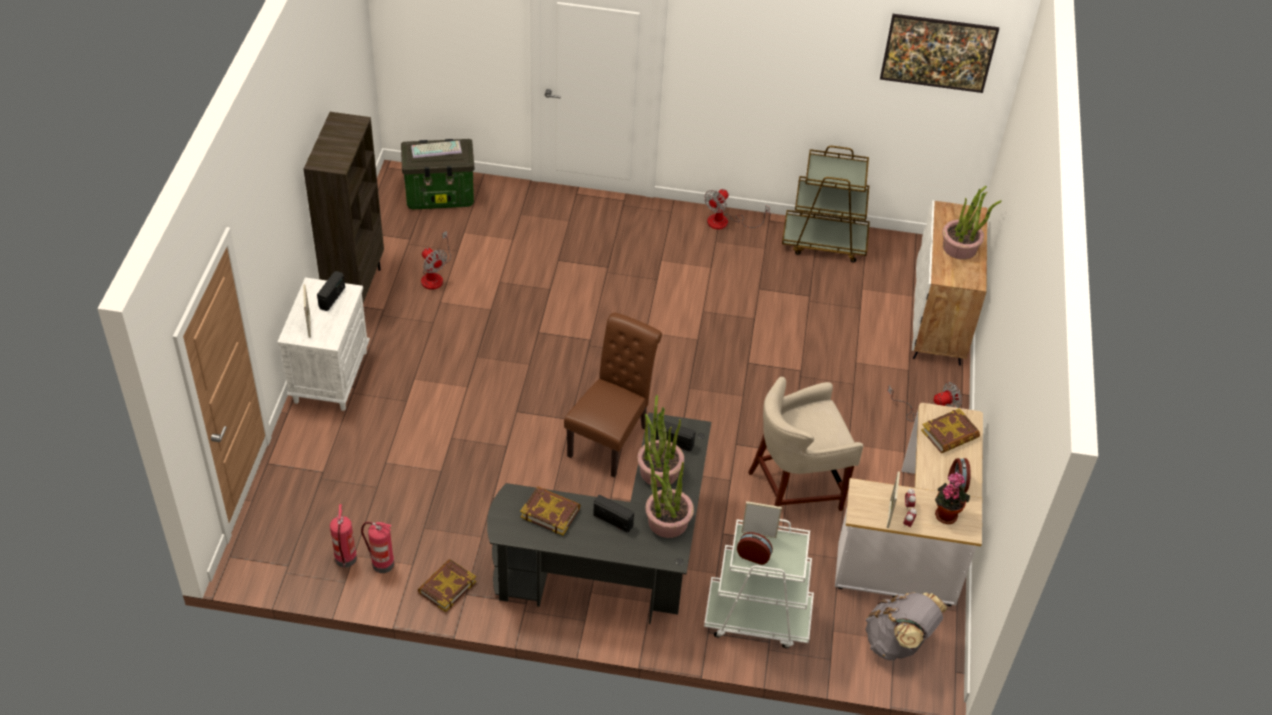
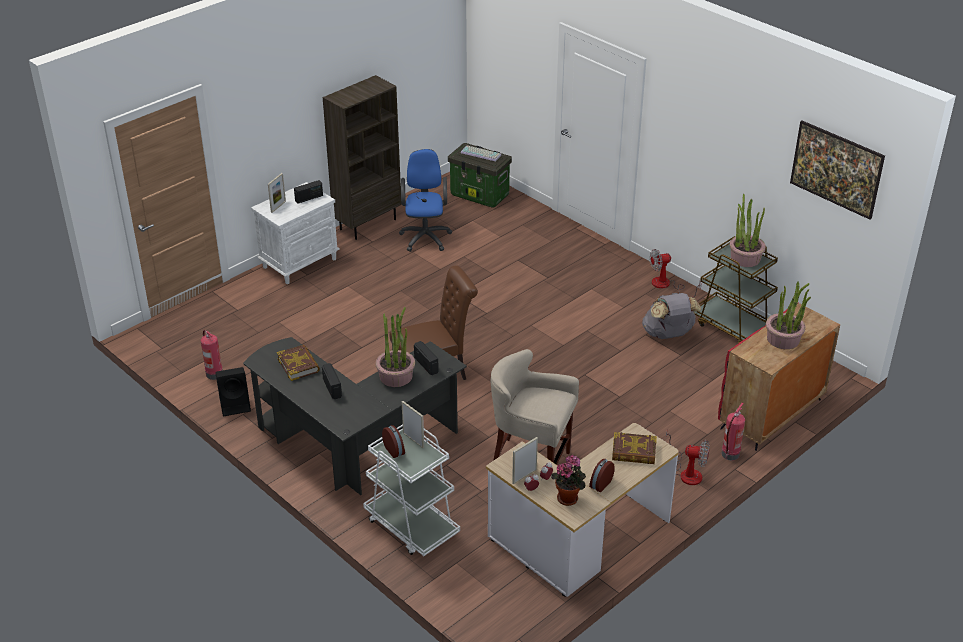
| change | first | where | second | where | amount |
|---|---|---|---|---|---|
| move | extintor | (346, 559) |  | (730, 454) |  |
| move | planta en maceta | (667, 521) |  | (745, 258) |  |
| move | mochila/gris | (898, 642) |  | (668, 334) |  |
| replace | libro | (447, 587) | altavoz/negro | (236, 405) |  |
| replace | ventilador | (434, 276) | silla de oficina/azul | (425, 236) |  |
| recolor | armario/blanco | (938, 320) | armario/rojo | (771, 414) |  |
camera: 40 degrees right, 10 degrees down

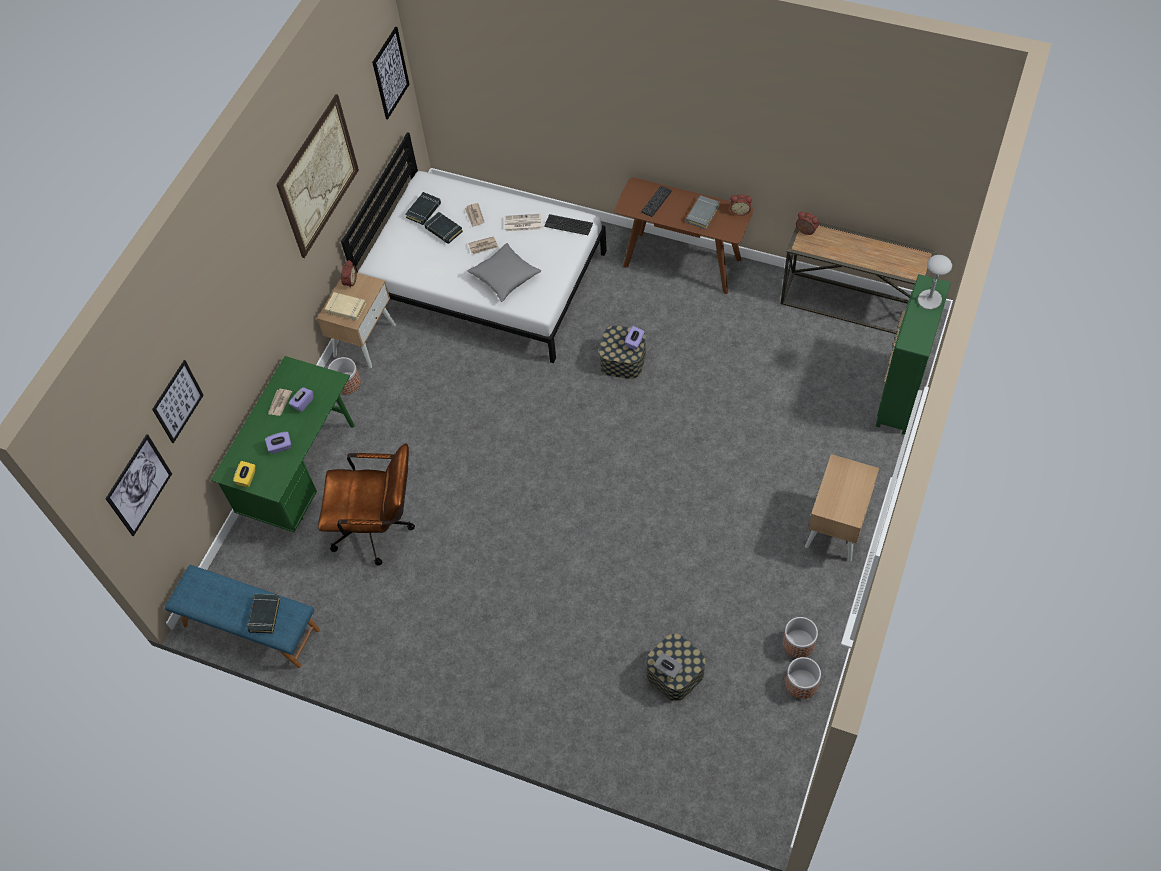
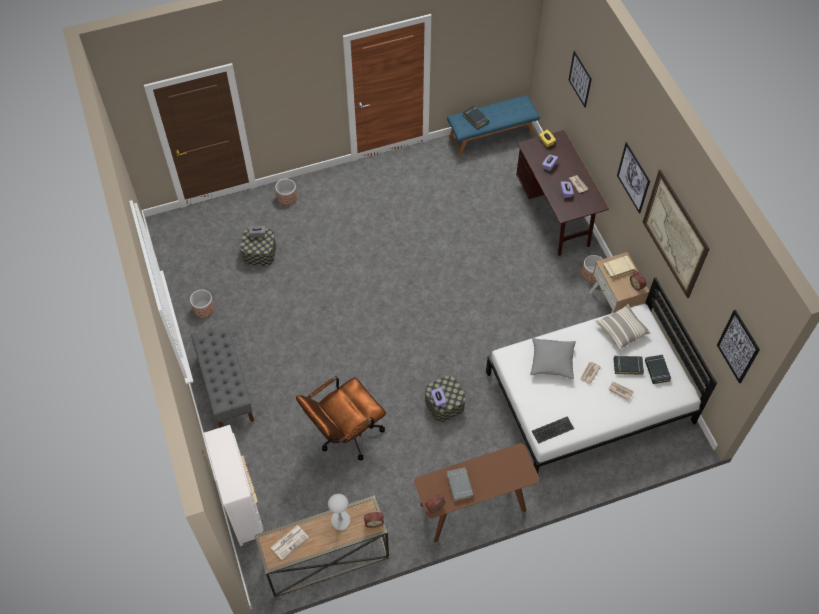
| change | first | where | second | where | amount |
|---|---|---|---|---|---|
| delete | teclado | (656, 201) |  |  |  |
| insert |  |  | cojín | (622, 330) |  |
| move | cuadro | (139, 485) |  | (633, 178) |  |
| move | silla de oficina/marrón | (379, 529) |  | (344, 434) |  |
| move | periódico | (522, 223) |  | (289, 542) |  |
| move | maceta | (801, 684) |  | (287, 197) |  |
| move | lámpara de mesa/gris | (929, 300) |  | (340, 520) |  |
| replace | mesita de noche/beis | (836, 527) | banco/gris | (226, 387) |  |
| recolor | escritorio/verde | (302, 473) | escritorio/marrón | (554, 214) |  |
| recolor | cómoda/verde | (900, 395) | cómoda/blanco | (242, 507) |  |
camera: 135 degrees right, 0 degrees up

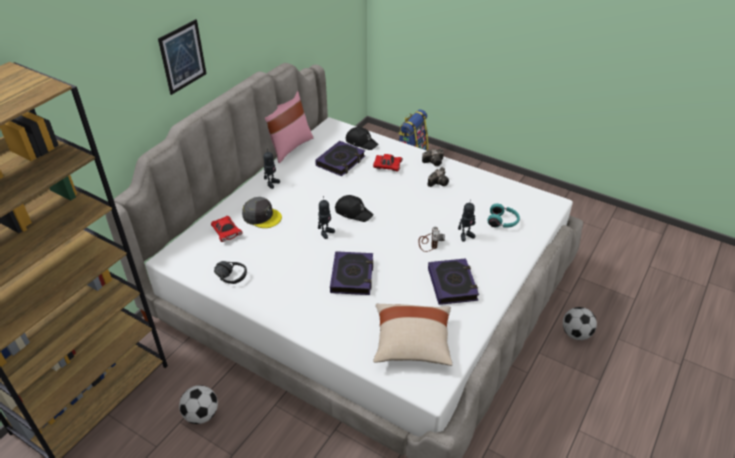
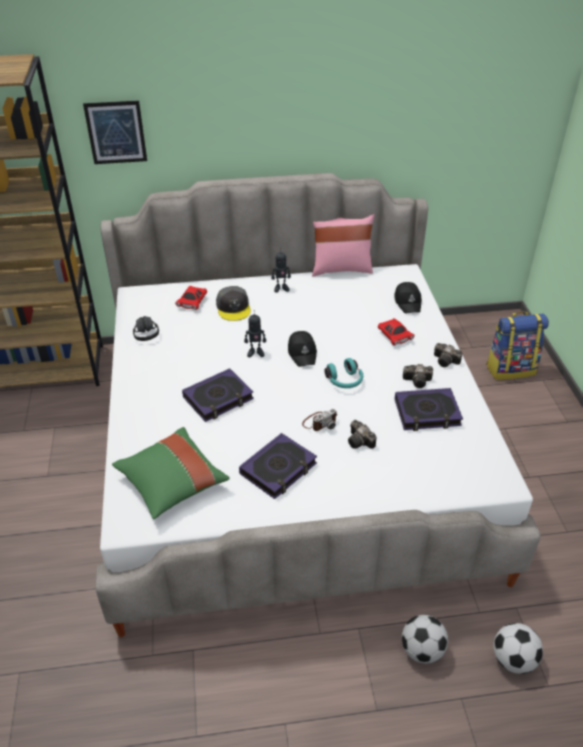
| change | first | where | second | where | amount |
|---|---|---|---|---|---|
| move | cuadro | (182, 57) |  | (116, 132) |  |
| move | balón de fútbol | (201, 415) |  | (513, 659) |  |
| move | libro | (341, 161) |  | (427, 413) |  |
| move | auriculares/turquesa | (503, 222) |  | (345, 381) |  |
| replace | robot de juguete | (465, 236) | cámara | (360, 442) |  |
| recolor | cojín/beis | (412, 343) | cojín/verde | (172, 482) |  |
camera: 50 degrees right, 0 degrees up

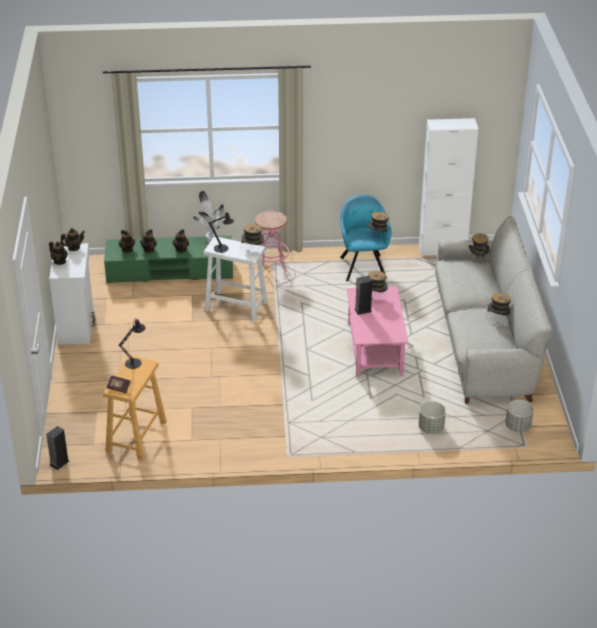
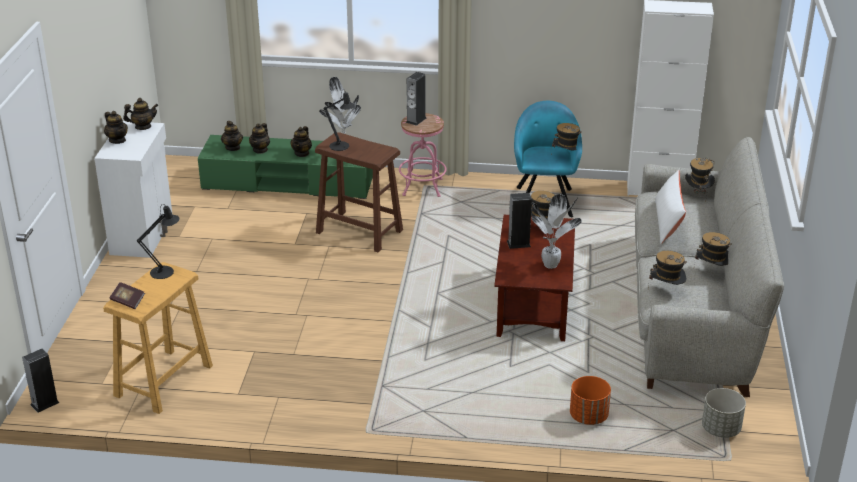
| change | first | where | second | where | amount |
|---|---|---|---|---|---|
| insert |  |  | altavoz | (416, 120) |  |
| insert |  |  | planta en maceta | (552, 265) |  |
| insert |  |  | cojín/blanco | (667, 222) |  |
| move | sombrero | (253, 249) |  | (666, 290) |  |
| recolor | taburete/blanco | (235, 306) | taburete/marrón | (359, 231) |  |
| recolor | mesa de centro/rosa | (375, 349) | mesa de centro/marrón | (534, 303) |  |
| recolor | maceta/gris | (431, 428) | maceta/naranja | (589, 416) |  |
camera: 10 degrees right, 5 degrees down

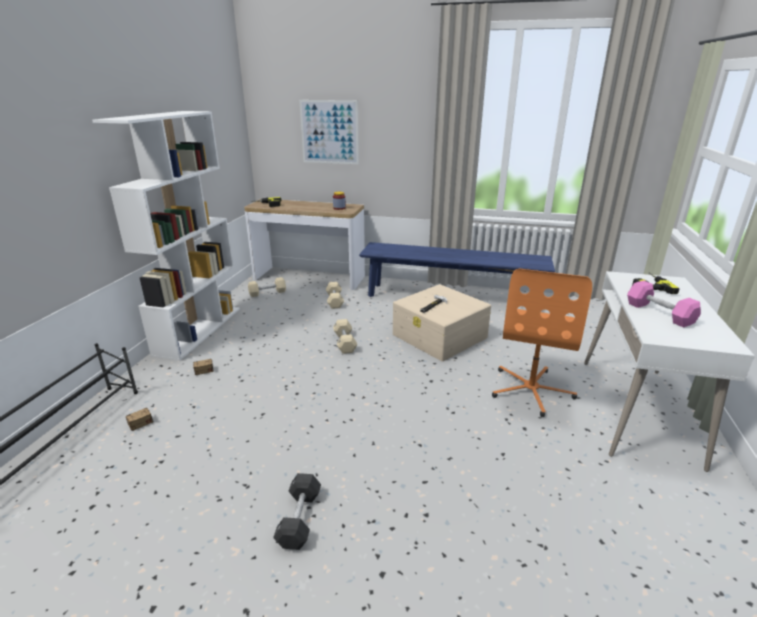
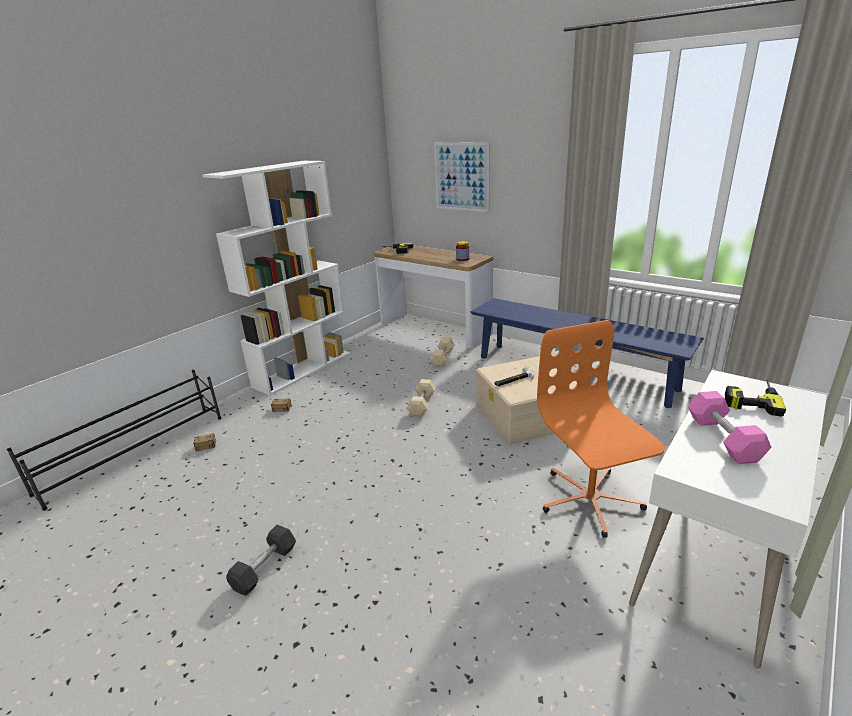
| change | first | where | second | where | amount |
|---|---|---|---|---|---|
| delete | mancuerna/beis | (267, 293) |  |  |  |
| rotate | silla de oficina/naranja | (531, 390) |  | (589, 500) | 120 degrees clockwise |
camera: 25 degrees right, 0 degrees up

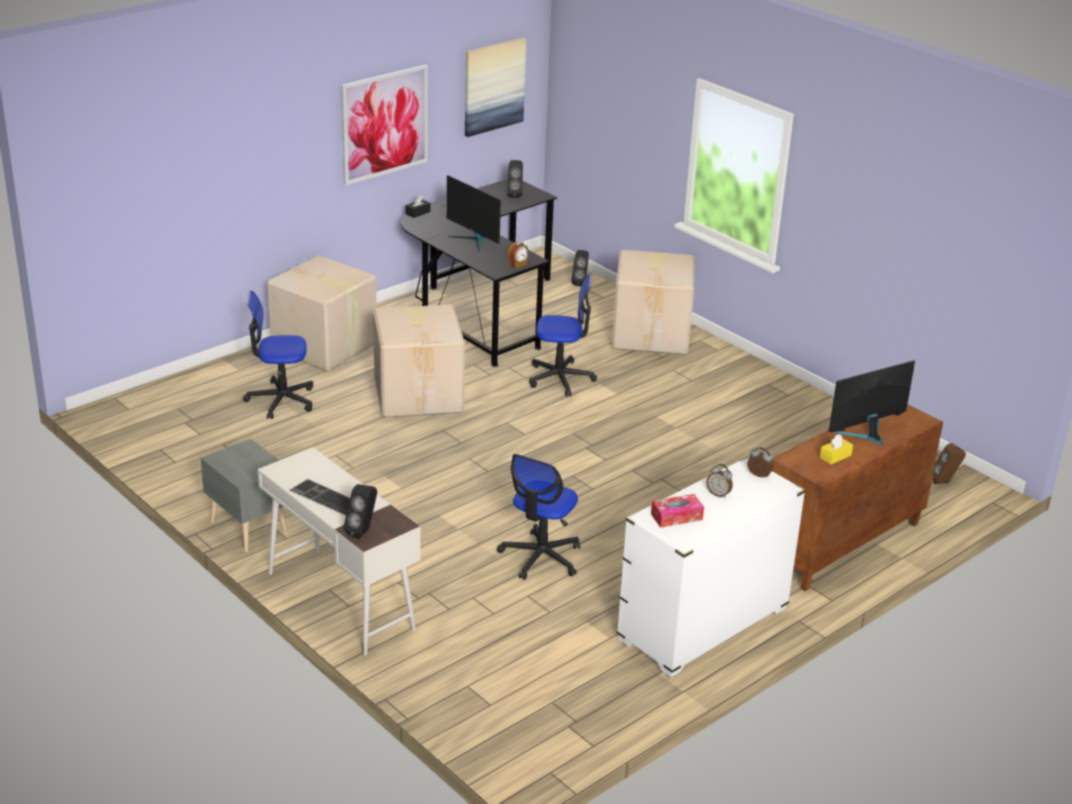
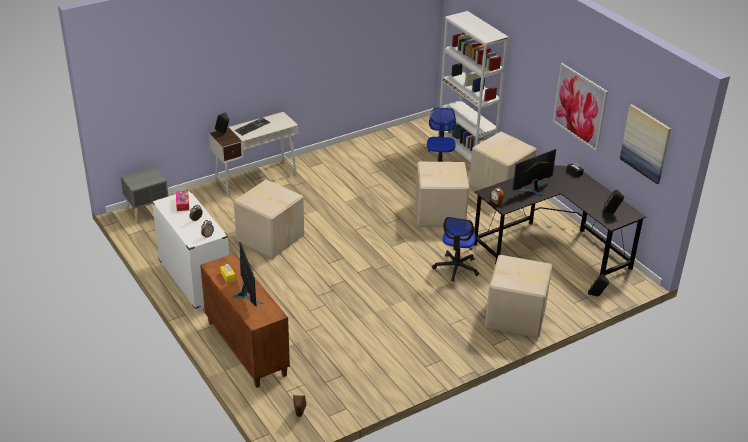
| change | first | where | second | where | amount |
|---|---|---|---|---|---|
| insert |  |  | estantería/blanco | (466, 150) |  |
| move | mesita de noche/gris | (249, 527) |  | (148, 211) |  |
| replace | silla de oficina | (541, 557) | caja de cartón | (270, 237) |  |
camera: 100 degrees right, 5 degrees up

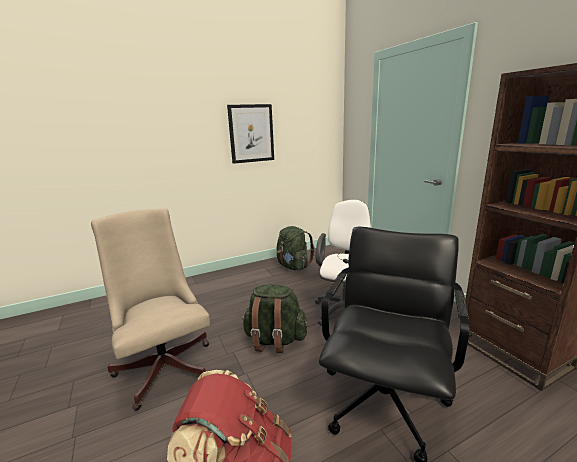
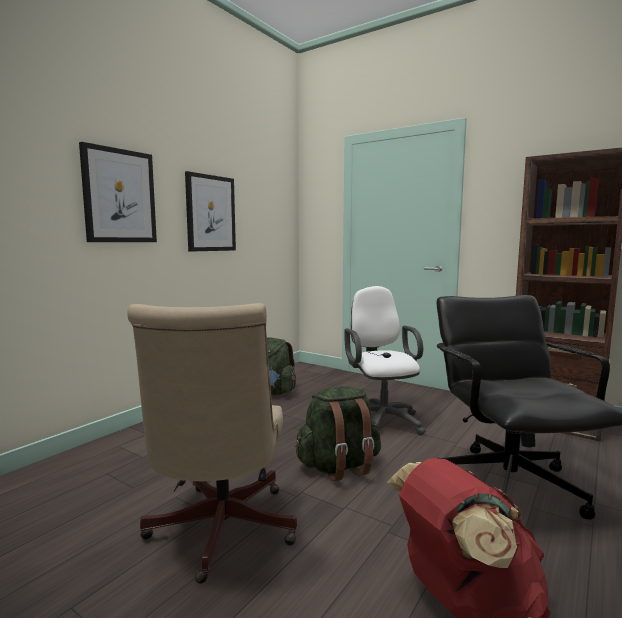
| change | first | where | second | where | amount |
|---|---|---|---|---|---|
| insert |  |  | cuadro | (119, 196) |  |
| rotate | silla de oficina/beis | (165, 364) |  | (219, 533) | 120 degrees counterclockwise |
camera: 30 degrees left, 10 degrees down

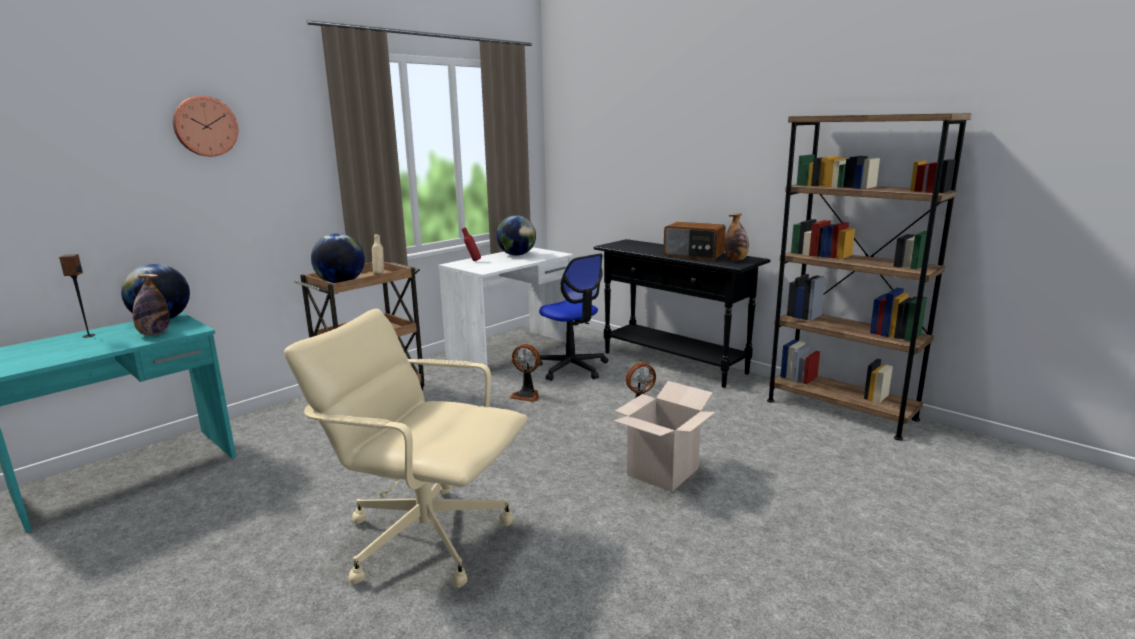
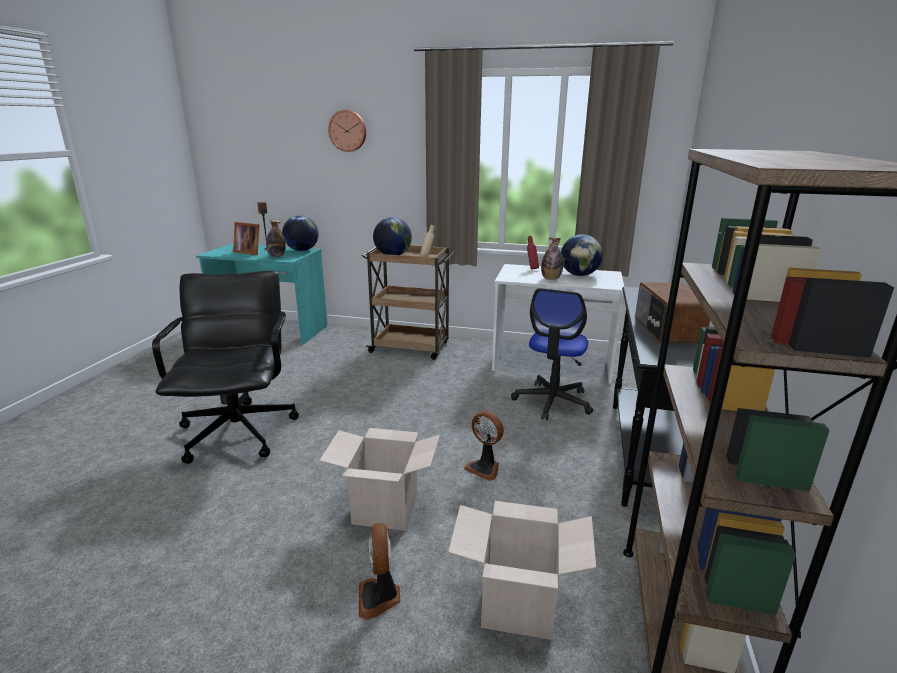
| change | first | where | second | where | amount |
|---|---|---|---|---|---|
| insert |  |  | portarretratos | (249, 252) |  |
| insert |  |  | caja de cartón | (518, 605) |  |
| move | ventilador | (526, 395) |  | (379, 597) |  |
| move | botella | (735, 260) |  | (551, 279) |  |
| recolor | silla de oficina/beis | (425, 536) | silla de oficina/negro | (239, 431) |  |
camera: 60 degrees right, 5 degrees up

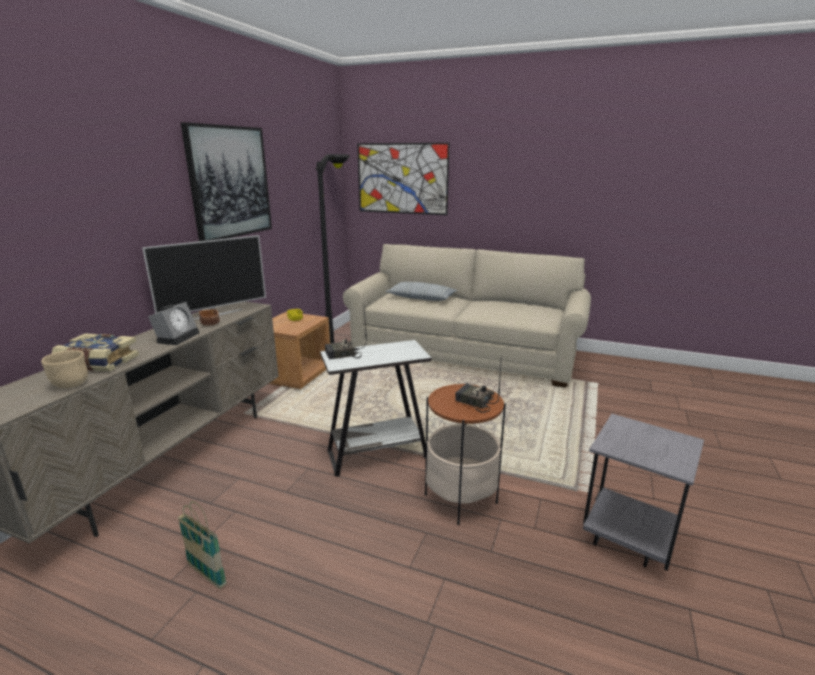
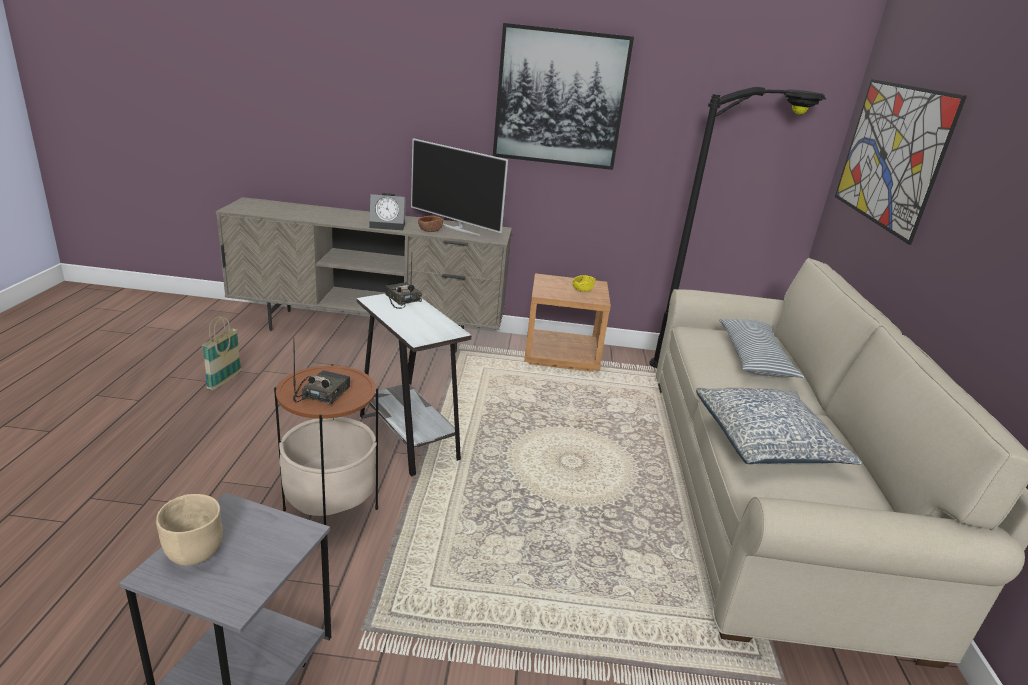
| change | first | where | second | where | amount |
|---|---|---|---|---|---|
| delete | libro | (98, 363) |  |  |  |
| insert |  |  | cojín | (767, 442) |  |
| move | cuenco/beis | (70, 385) |  | (193, 552) |  |
camera: 70 degrees right, 5 degrees up

